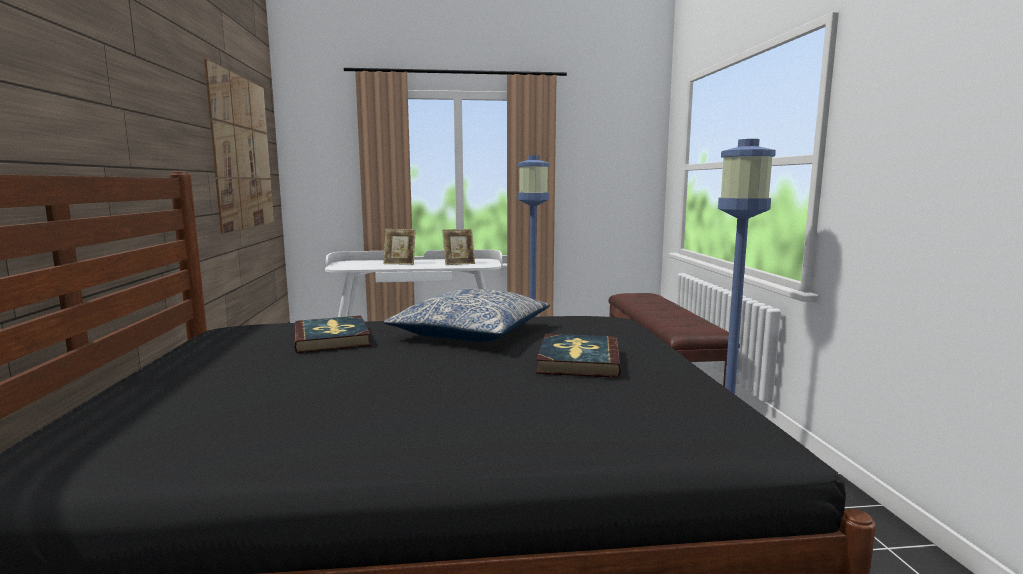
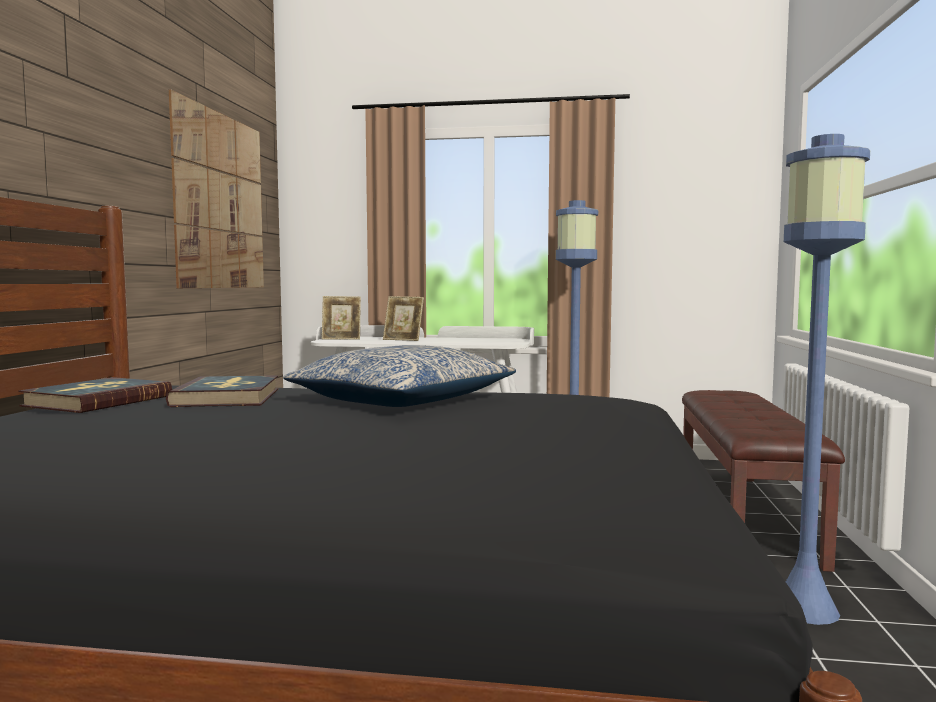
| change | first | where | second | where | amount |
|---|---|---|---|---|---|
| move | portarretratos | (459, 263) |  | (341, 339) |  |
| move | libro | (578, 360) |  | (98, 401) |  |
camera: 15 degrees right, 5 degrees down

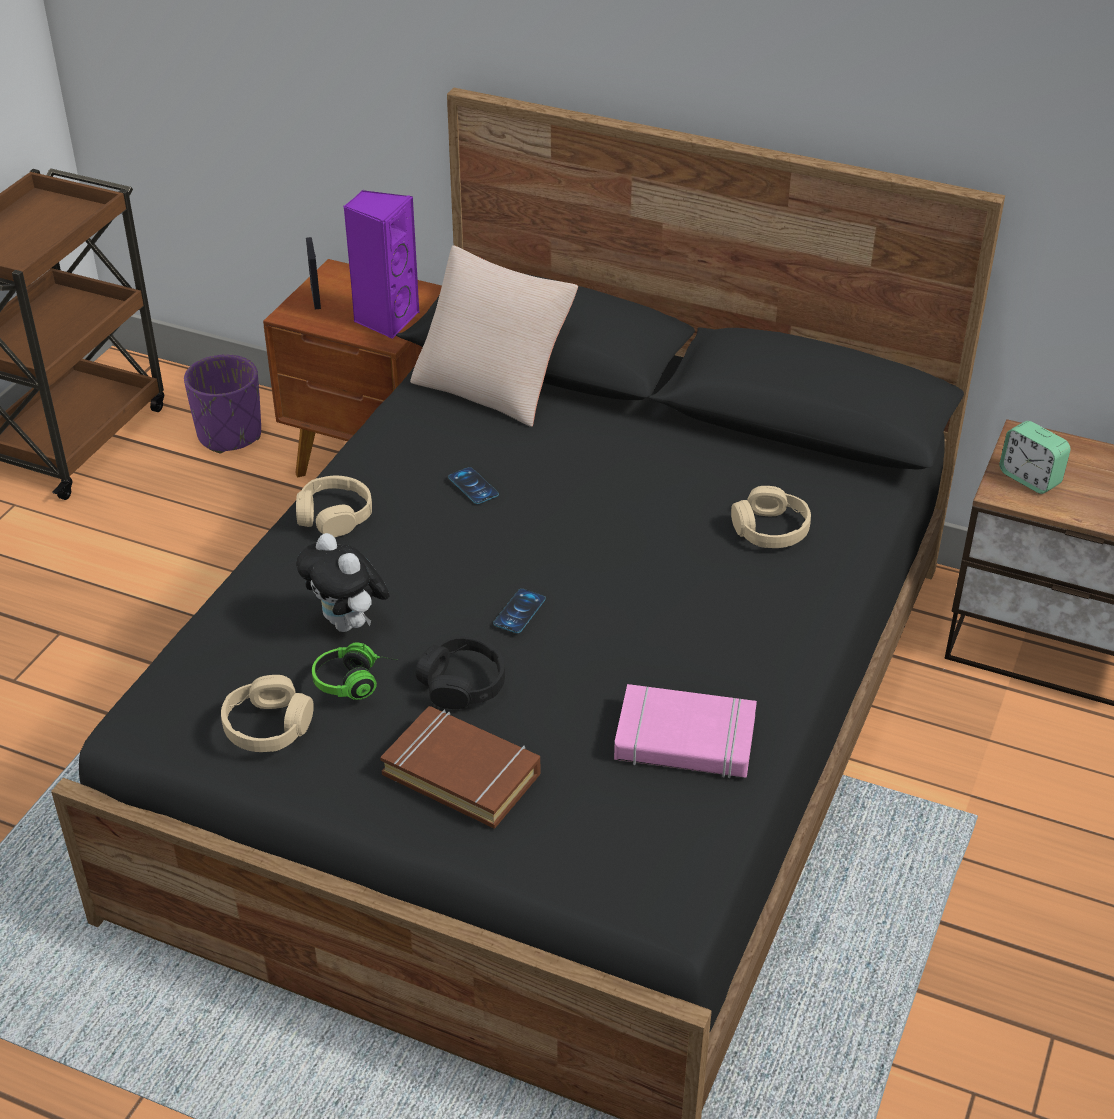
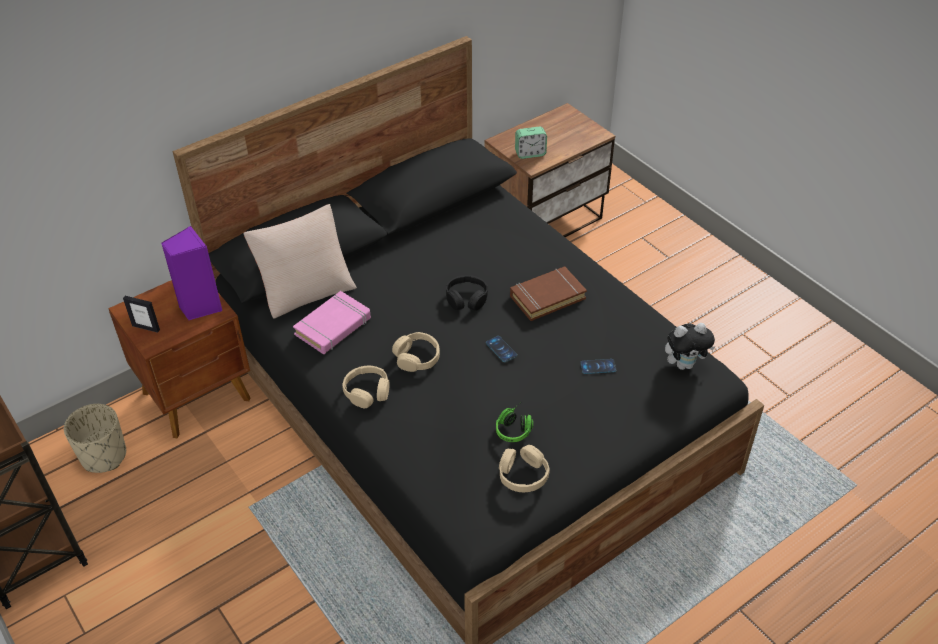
| change | first | where | second | where | amount |
|---|---|---|---|---|---|
| move | peluche | (348, 624) |  | (684, 364) |  |
| move | libro/marrón | (462, 773) |  | (547, 297) |  |
| move | auriculares/negro | (462, 683) |  | (466, 298) |  |
| move | móvil | (473, 486) |  | (598, 366) |  |
| move | libro/rosa | (685, 740) |  | (333, 327) |  |
| move | auriculares/beis | (770, 529) |  | (417, 357) |  |
| recolor | maceta/morado | (230, 434) | maceta/beis | (103, 456) |  |
camera: 60 degrees left, 5 degrees up

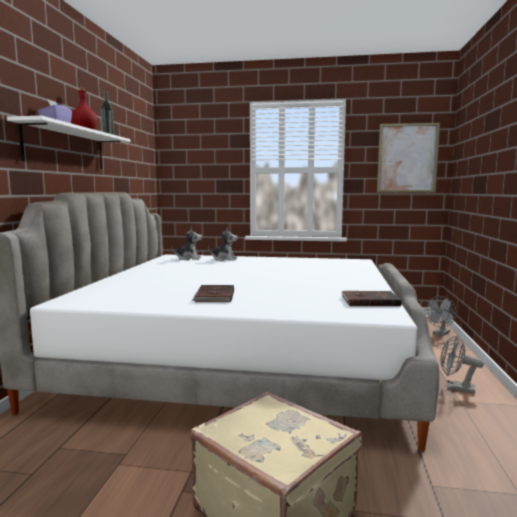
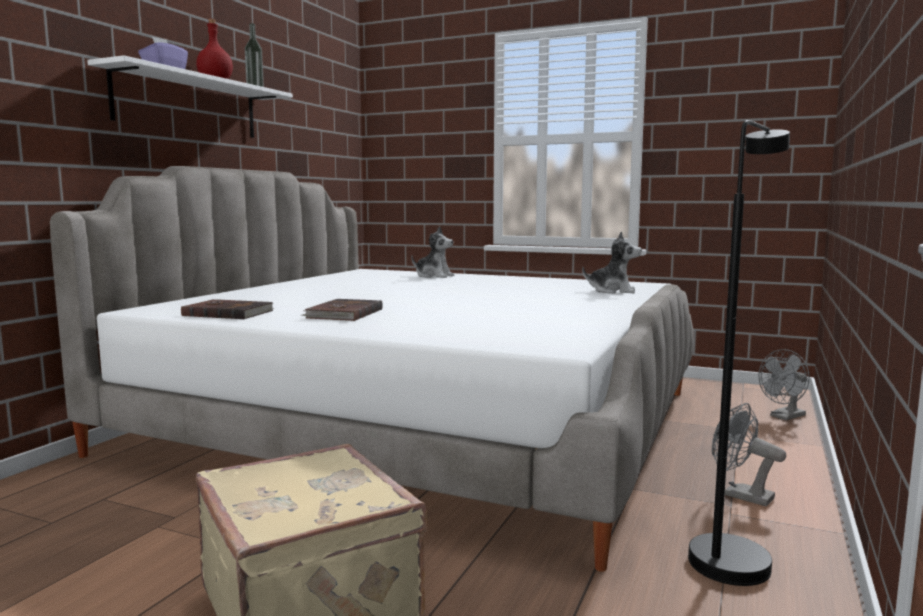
| change | first | where | second | where | amount |
|---|---|---|---|---|---|
| delete | cuadro | (407, 158) |  |  |  |
| insert |  |  | lámpara de pie/negro | (731, 553) |  |
| move | peluche | (188, 258) |  | (612, 291) |  |
| move | libro/marrón | (369, 301) |  | (228, 313) |  |
camera: 15 degrees right, 0 degrees up

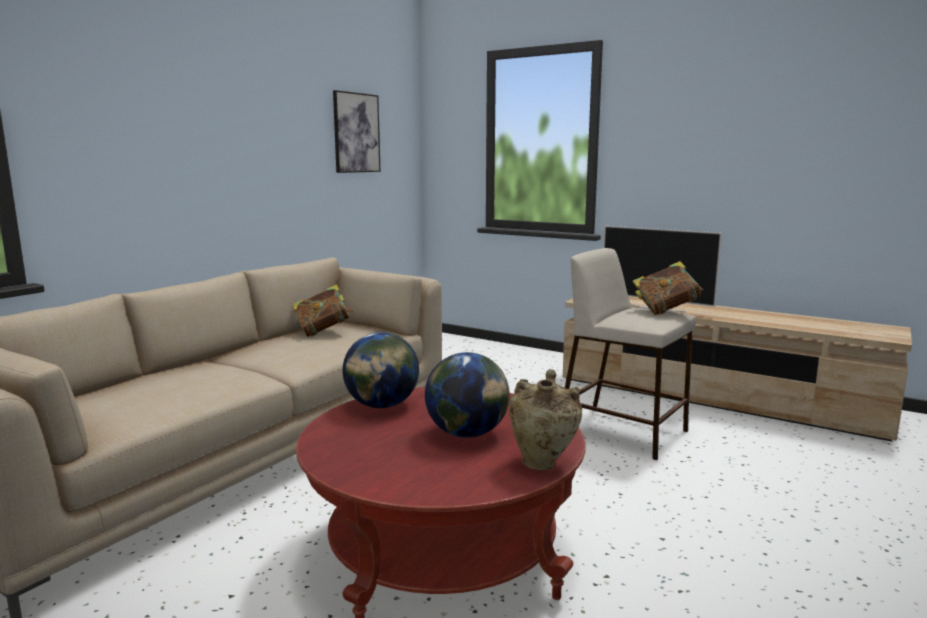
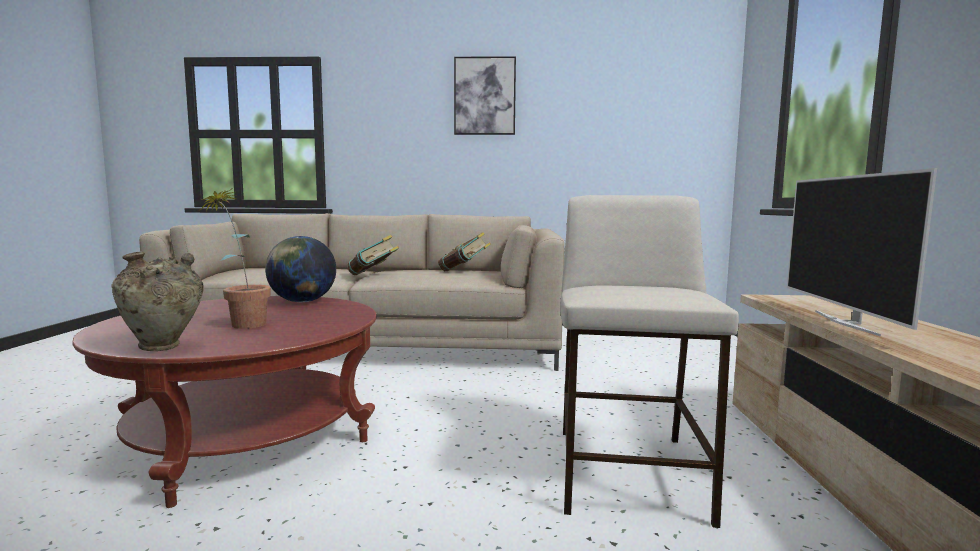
| change | first | where | second | where | amount |
|---|---|---|---|---|---|
| move | cuadro | (356, 133) |  | (484, 96) |  |
| move | libro | (666, 311) |  | (373, 276) |  |
| replace | globo terráqueo | (467, 433) | planta en maceta | (242, 323) |  |
camera: 60 degrees right, 5 degrees down

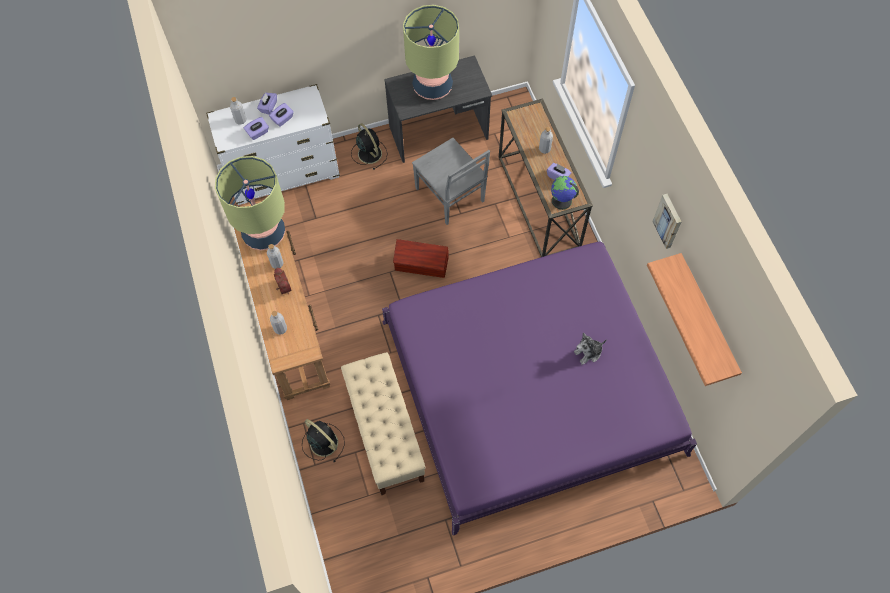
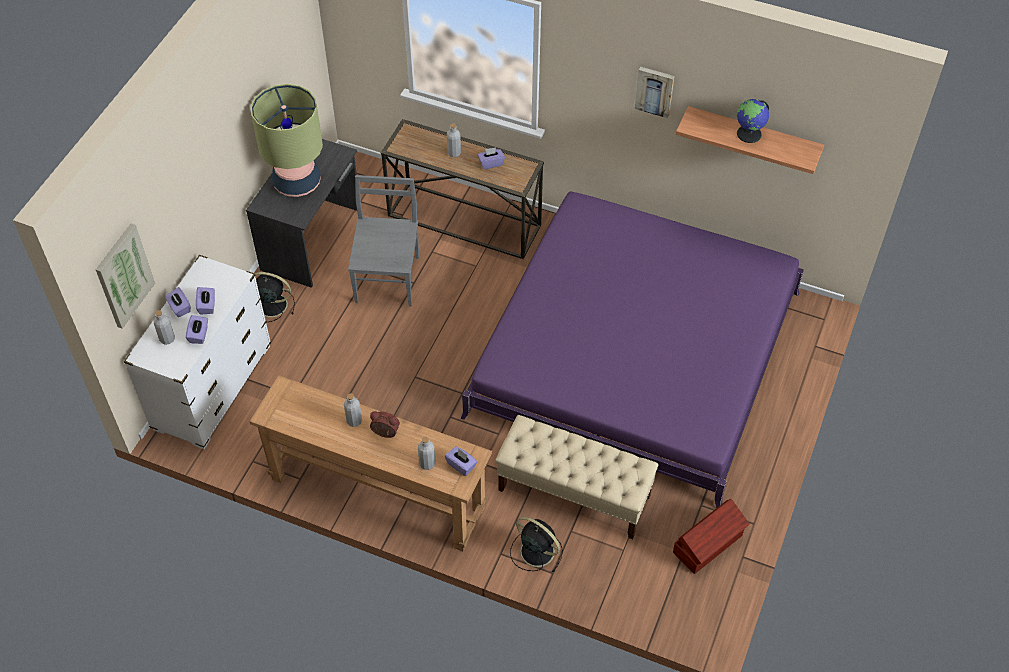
| change | first | where | second | where | amount |
|---|---|---|---|---|---|
| delete | lámpara de mesa | (264, 233) |  |  |  |
| delete | peluche | (588, 353) |  |  |  |
| insert |  |  | cuadro | (124, 276) |  |
| insert |  |  | caja de pañuelos/morado | (461, 465) |  |
| move | caja de almacenaje/marrón | (422, 265) |  | (709, 544) |  |
| move | globo terráqueo | (561, 201) |  | (749, 134) |  |
| rotate | ventilador/negro | (323, 442) |  | (535, 550) | 45 degrees clockwise |
| rotate | silla/gris | (450, 196) |  | (388, 277) | 90 degrees counterclockwise |
camera: 50 degrees left, 10 degrees down

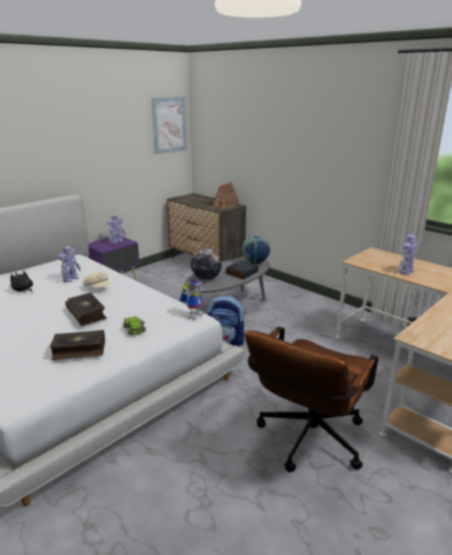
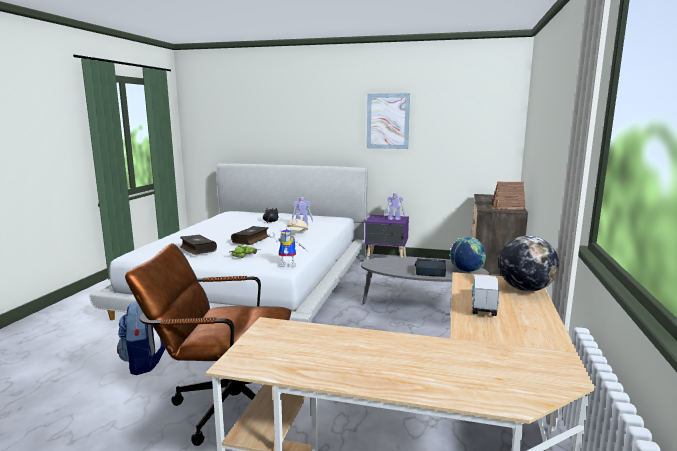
| change | first | where | second | where | amount |
|---|---|---|---|---|---|
| move | cuadro | (169, 125) |  | (388, 121) |  |
| move | globo terráqueo | (206, 278) |  | (525, 289) |  |
| move | mochila | (227, 341) |  | (144, 363) |  |
| replace | robot de juguete | (405, 271) | camión de juguete | (483, 305) |  |
camera: 60 degrees right, 10 degrees down

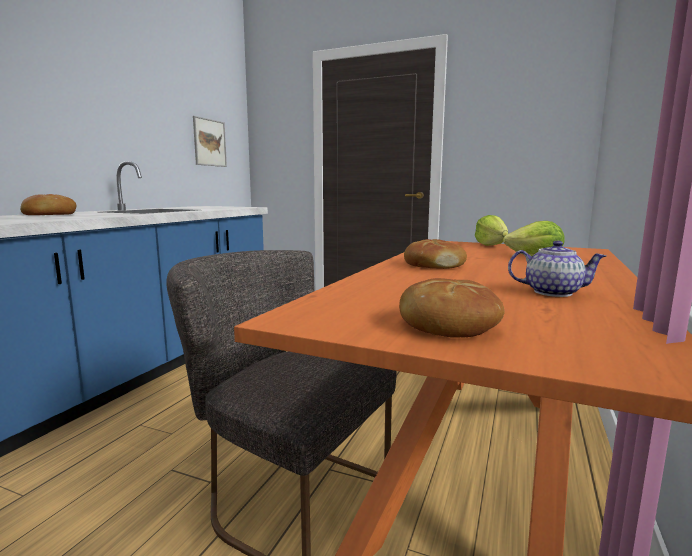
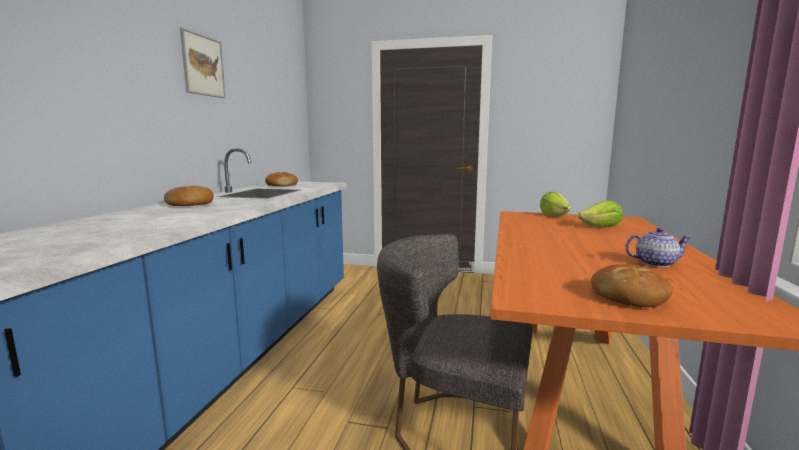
| change | first | where | second | where | amount |
|---|---|---|---|---|---|
| move | cuadro | (209, 142) |  | (203, 65) |  |
| move | pan | (433, 265) |  | (281, 185) |  |
camera: 10 degrees left, 0 degrees up

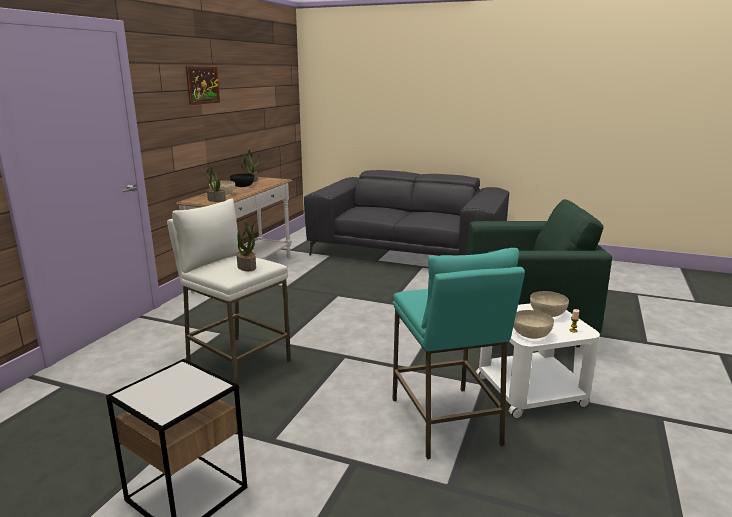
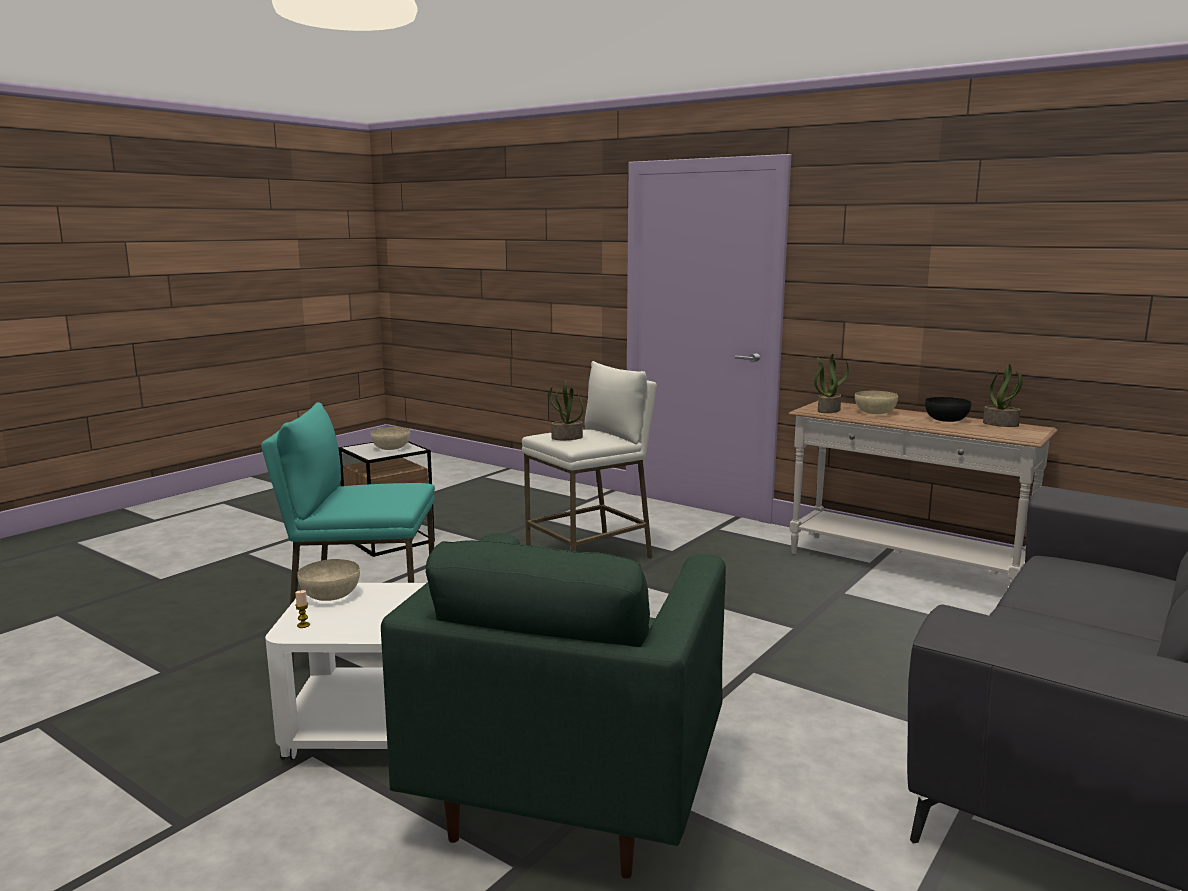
| change | first | where | second | where | amount |
|---|---|---|---|---|---|
| delete | cuadro | (202, 85) |  |  |  |
| move | cuenco/beis | (547, 313) |  | (391, 448) |  |
camera: 105 degrees right, 5 degrees down

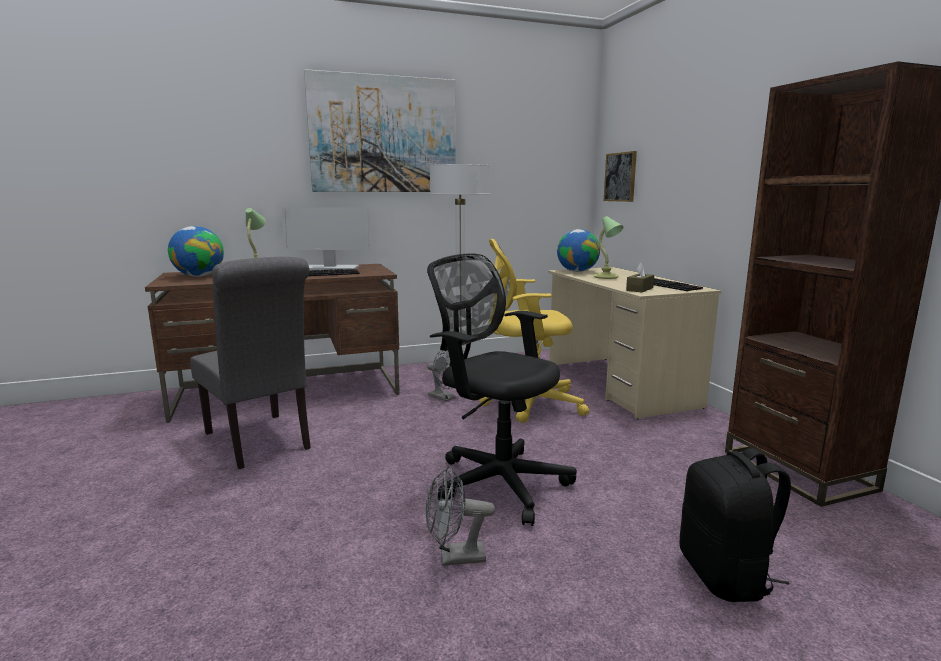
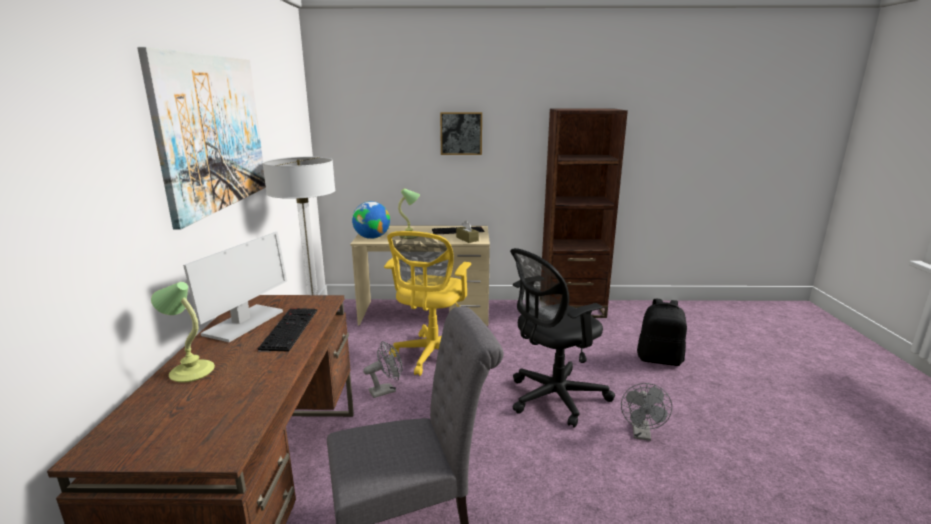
| change | first | where | second | where | amount |
|---|---|---|---|---|---|
| delete | globo terráqueo | (199, 276) |  |  |  |
| move | cuadro | (620, 177) |  | (461, 133) |  |
camera: 70 degrees left, 5 degrees up

